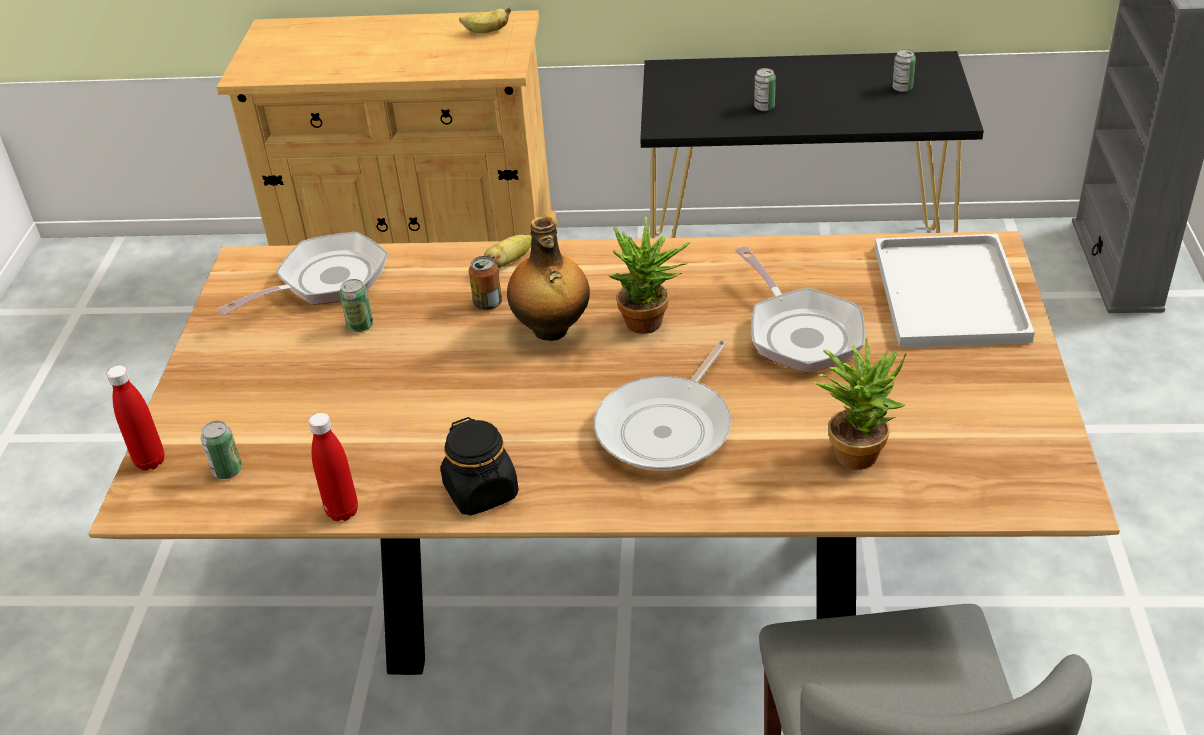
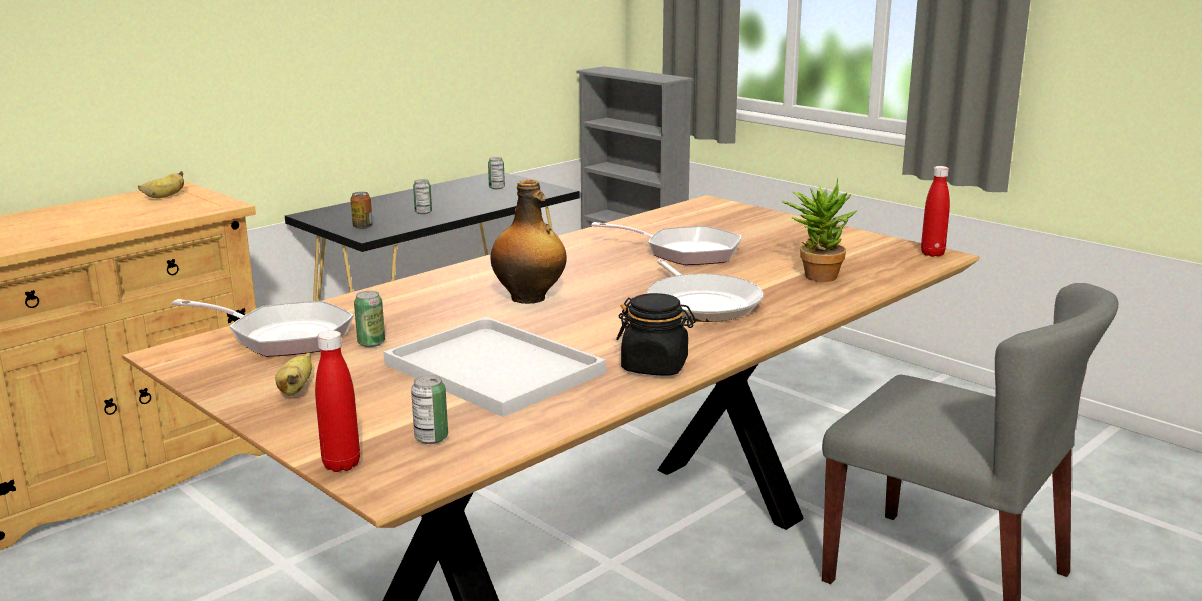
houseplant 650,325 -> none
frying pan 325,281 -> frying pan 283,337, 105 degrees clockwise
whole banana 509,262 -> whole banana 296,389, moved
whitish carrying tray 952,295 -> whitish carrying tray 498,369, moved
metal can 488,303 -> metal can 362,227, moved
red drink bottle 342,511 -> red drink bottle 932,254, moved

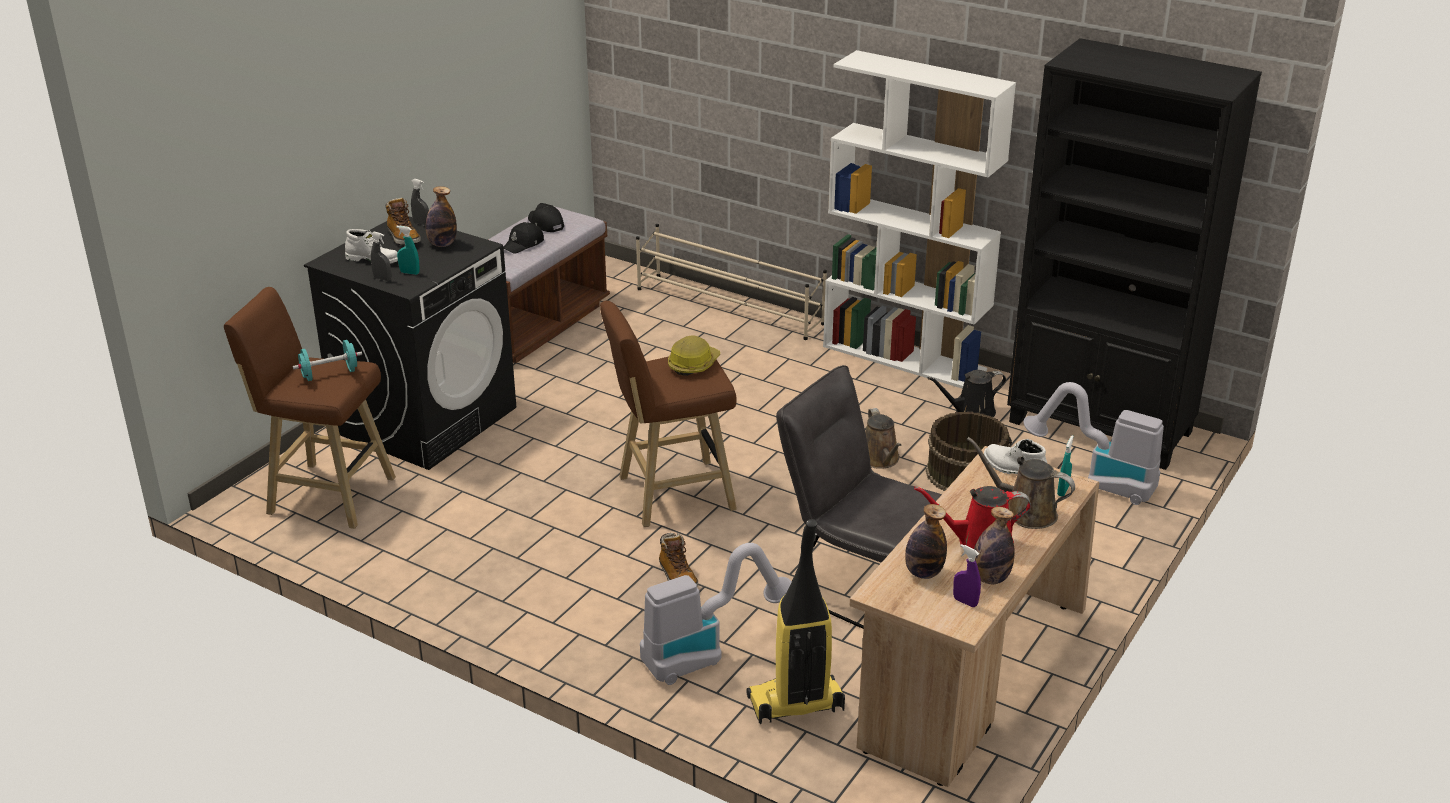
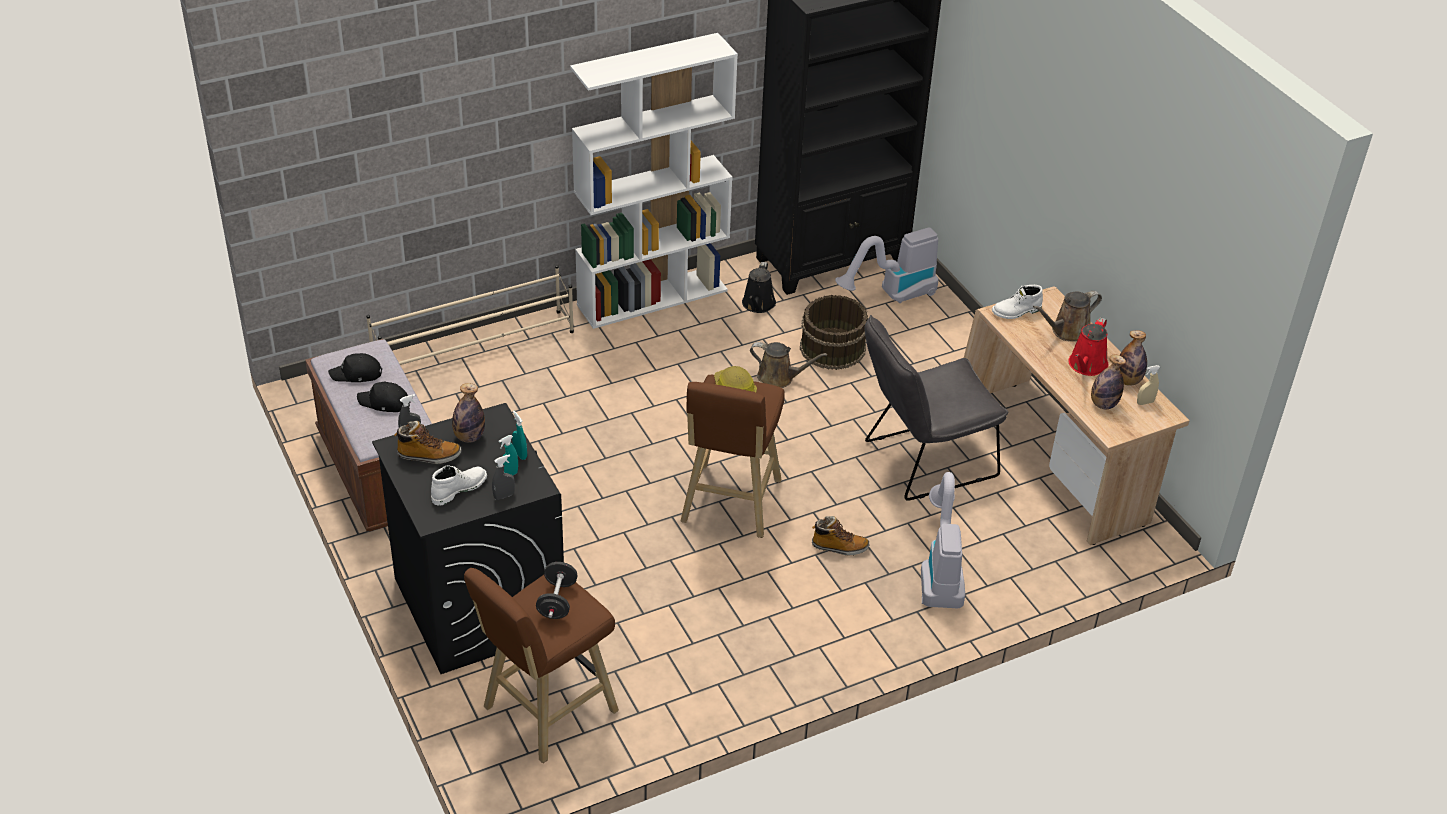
black baseball cap 523,244 -> black baseball cap 384,402, 120 degrees clockwise
turquoise dumbbell 329,374 -> black dumbbell 557,601
turquoise hand sprayer 1063,491 -> turquoise hand sprayer 520,454, moved
vacuum cleaner 795,705 -> none
purple hand sprayer 965,602 -> beige hand sprayer 1145,402

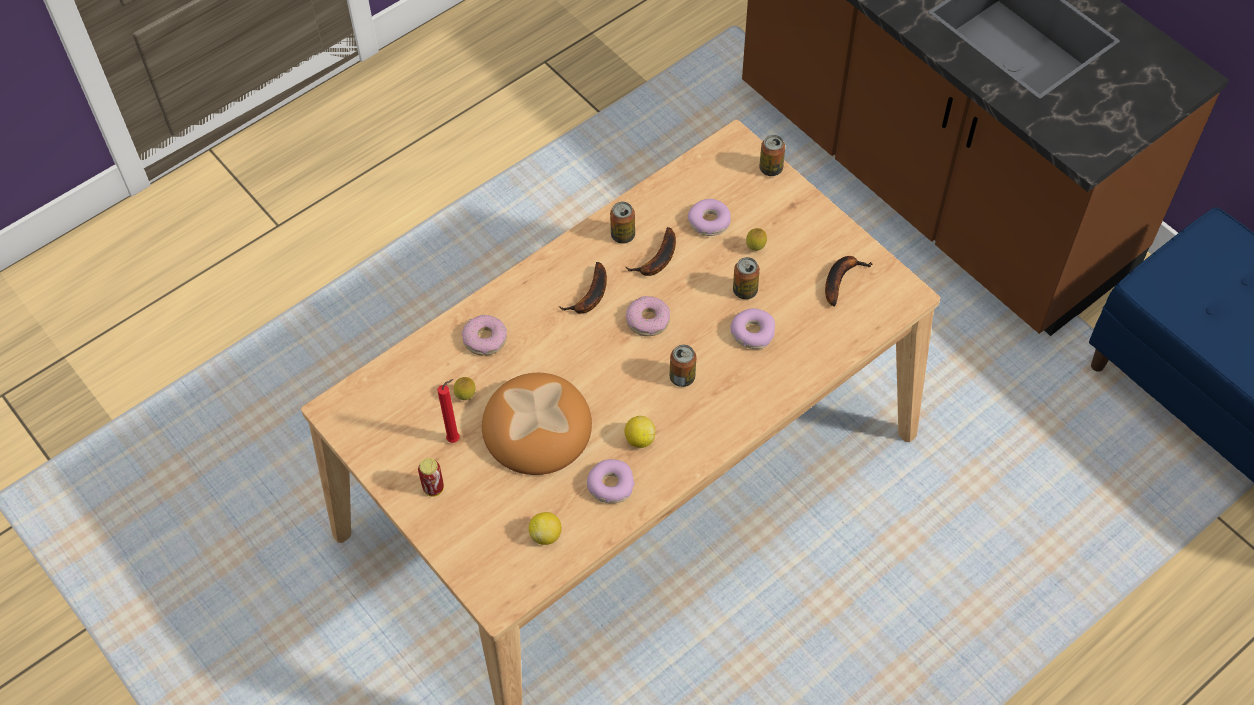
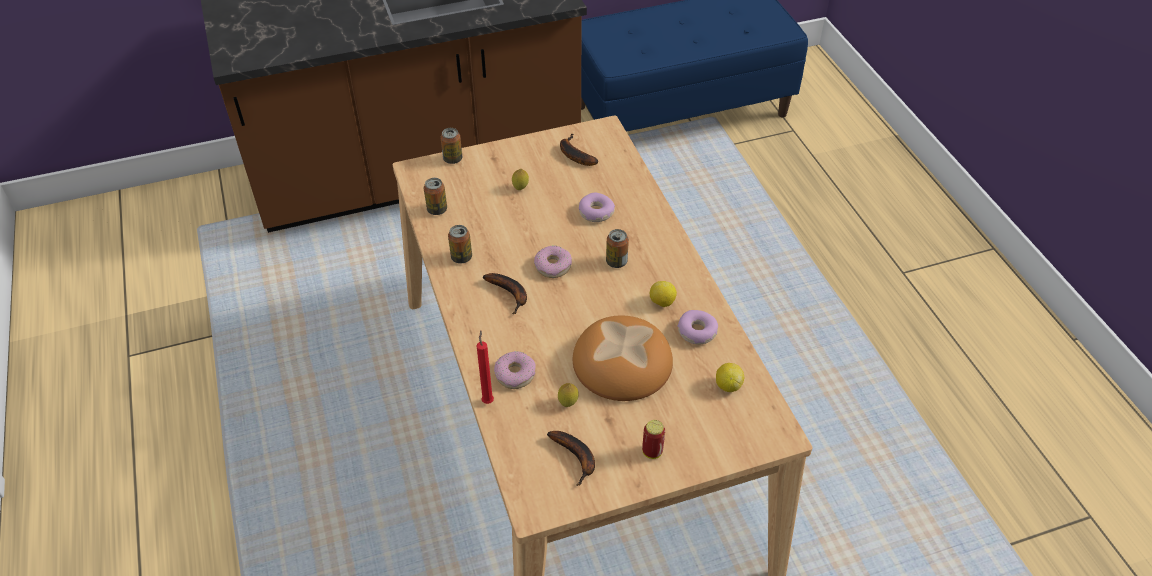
doughnut 709,222 -> none
whole banana 657,260 -> whole banana 576,458, moved
metal can 745,290 -> metal can 437,209, moved
red wax light 455,439 -> red wax light 488,400, moved

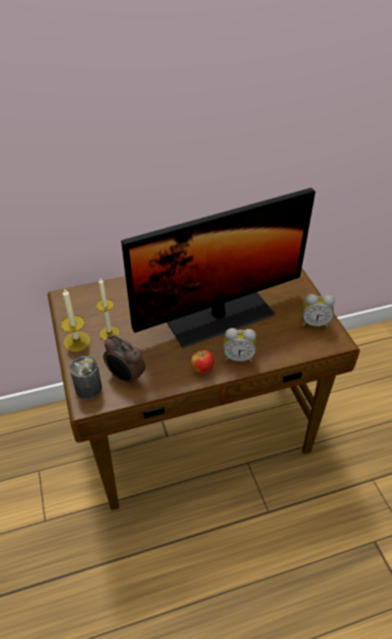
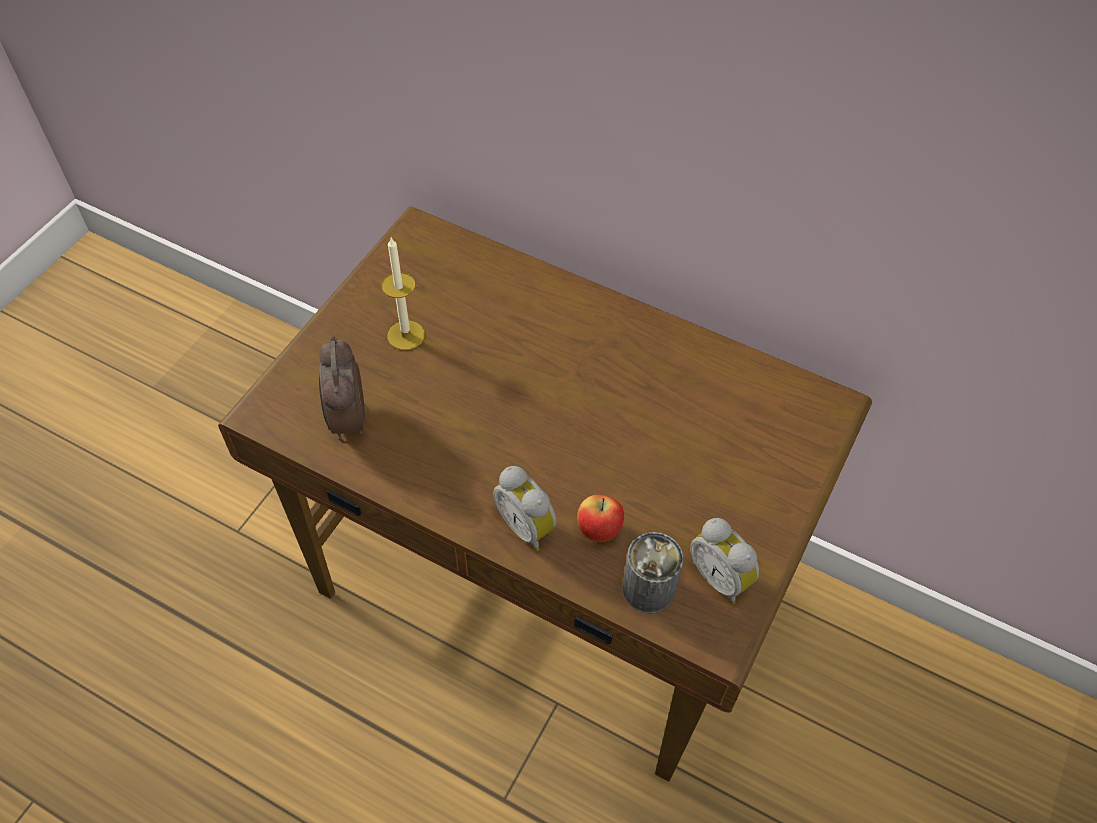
computer display 219,316 -> none
wax light 77,341 -> none
apple fruit 202,370 -> apple fruit 599,531, moved
metal can 88,388 -> metal can 648,589, moved

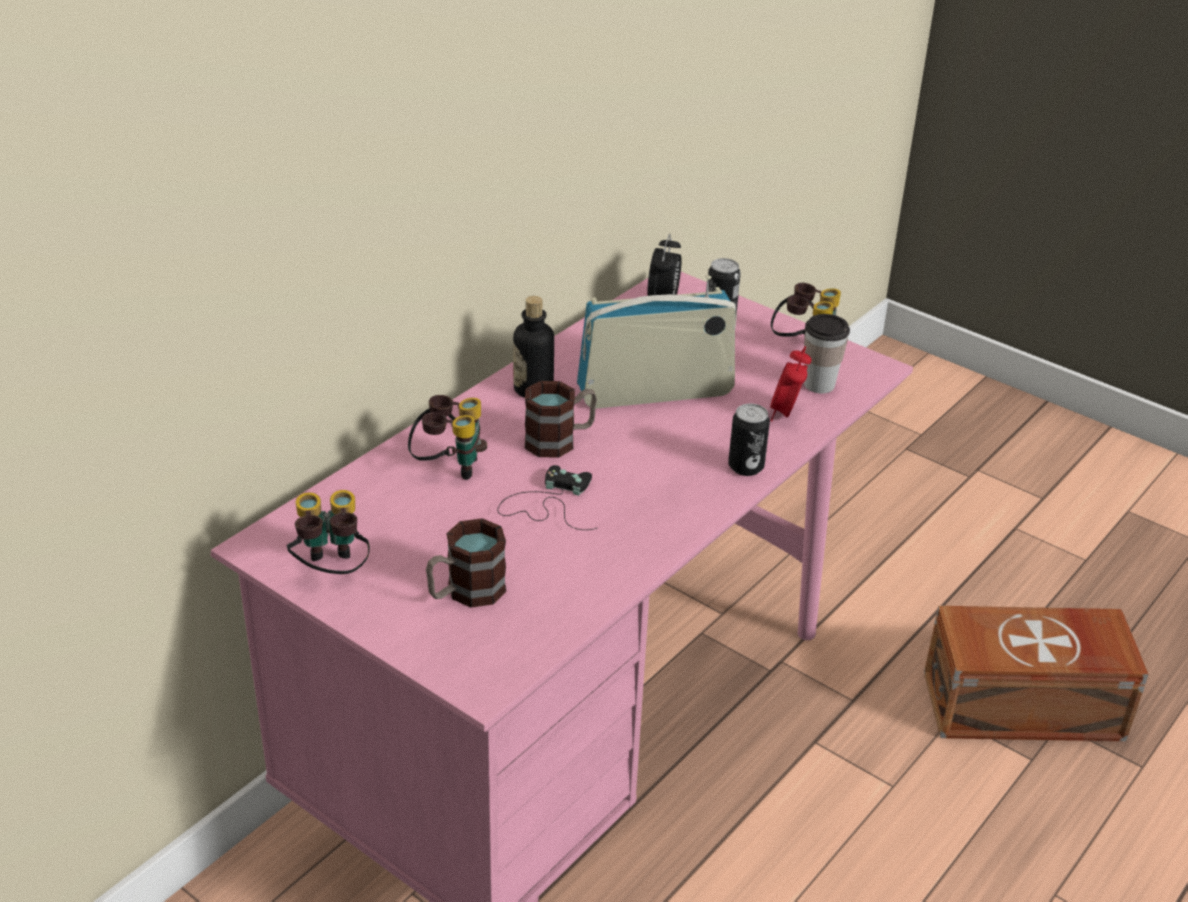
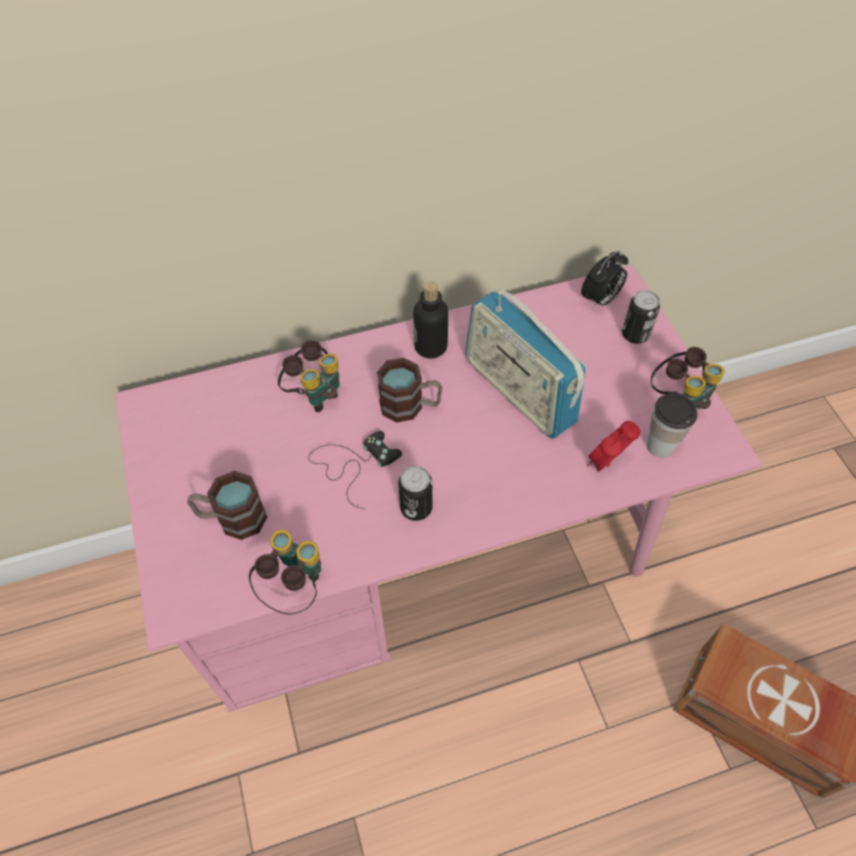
radio 655,392 -> radio 518,391, 150 degrees counterclockwise
metal can 746,466 -> metal can 416,508, moved
pair of binoculars 331,572 -> pair of binoculars 294,588, moved

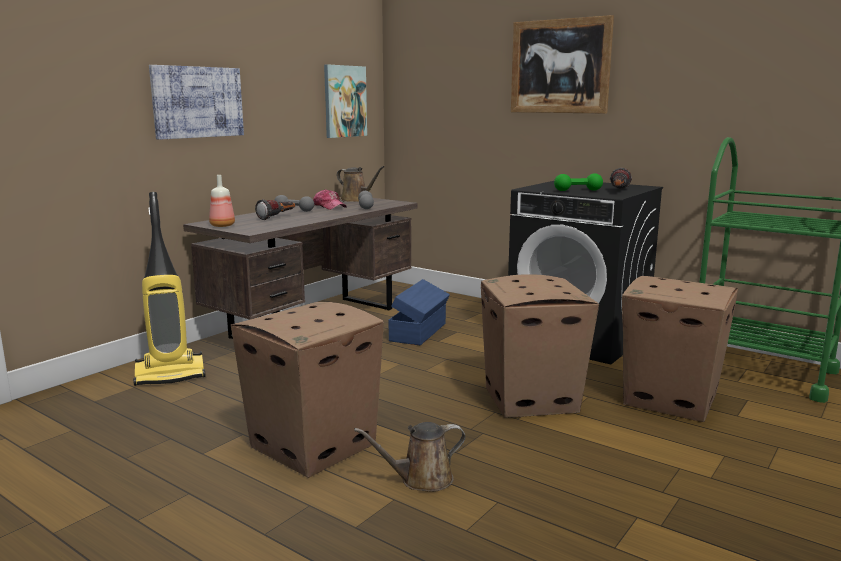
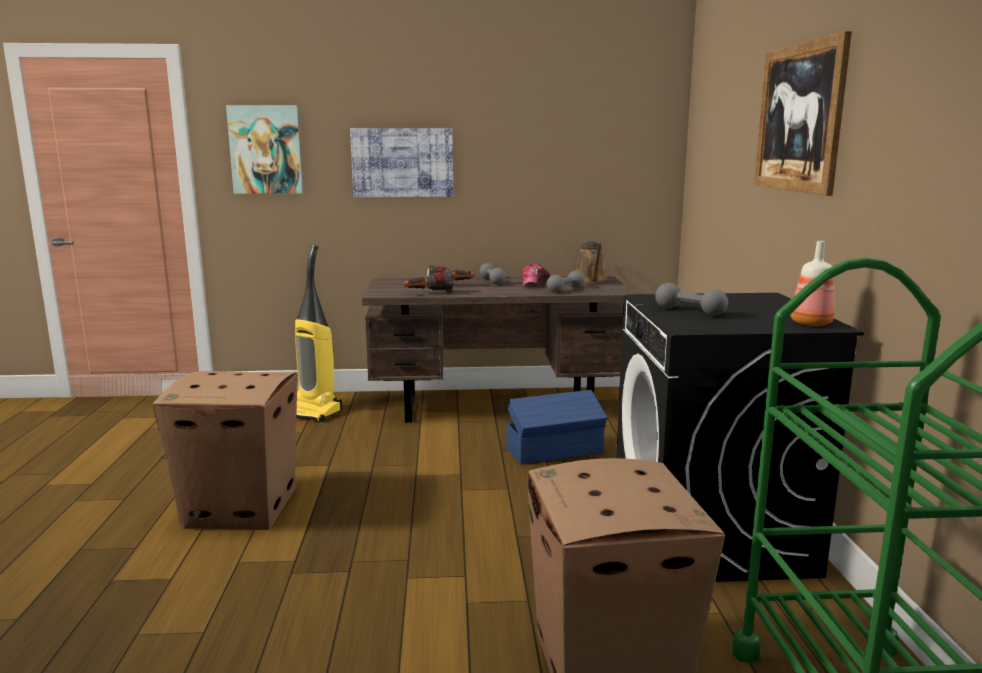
wall picture 344,101 -> wall picture 266,150, moved
hand torch 618,191 -> hand torch 428,293, moved
green dumbbell 578,190 -> greyish dumbbell 689,311
drink bottle 222,226 -> drink bottle 810,323, moved
cardboard box 531,399 -> none
brown watering pot 421,479 -> none

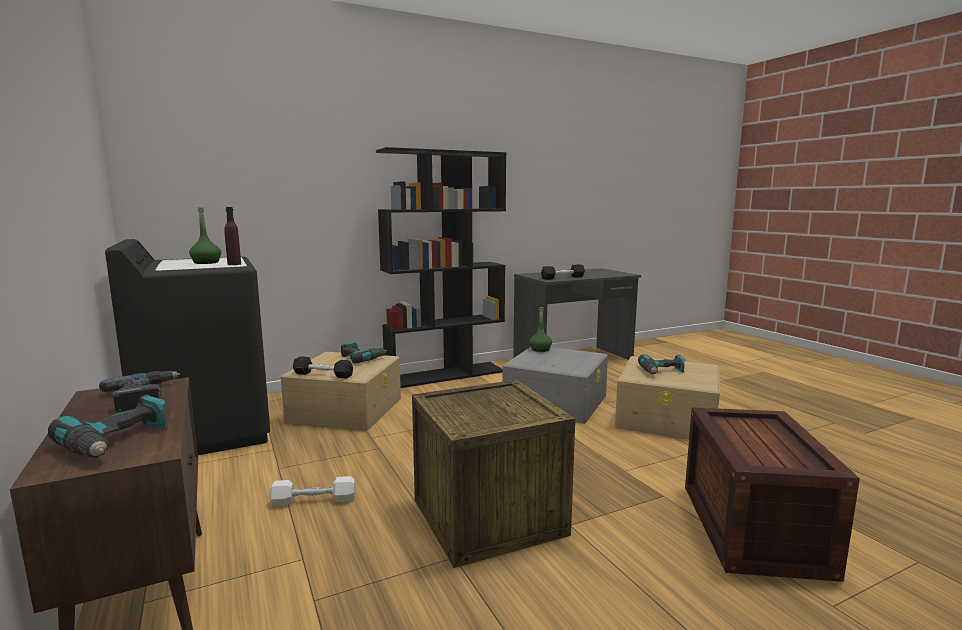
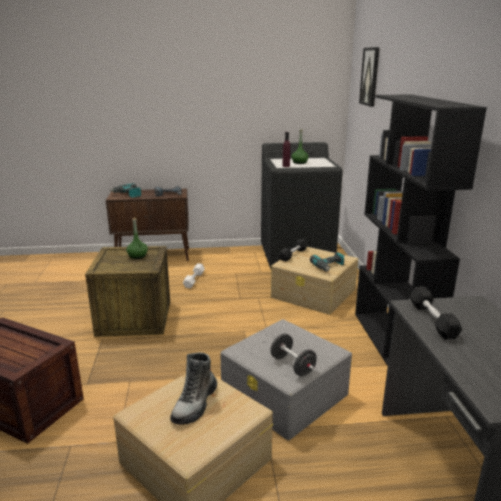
green drink bottle 540,349 -> green drink bottle 137,256, moved
power drill 662,372 -> high-top boot 195,404
none -> wall picture 370,76
none -> black dumbbell 292,365

